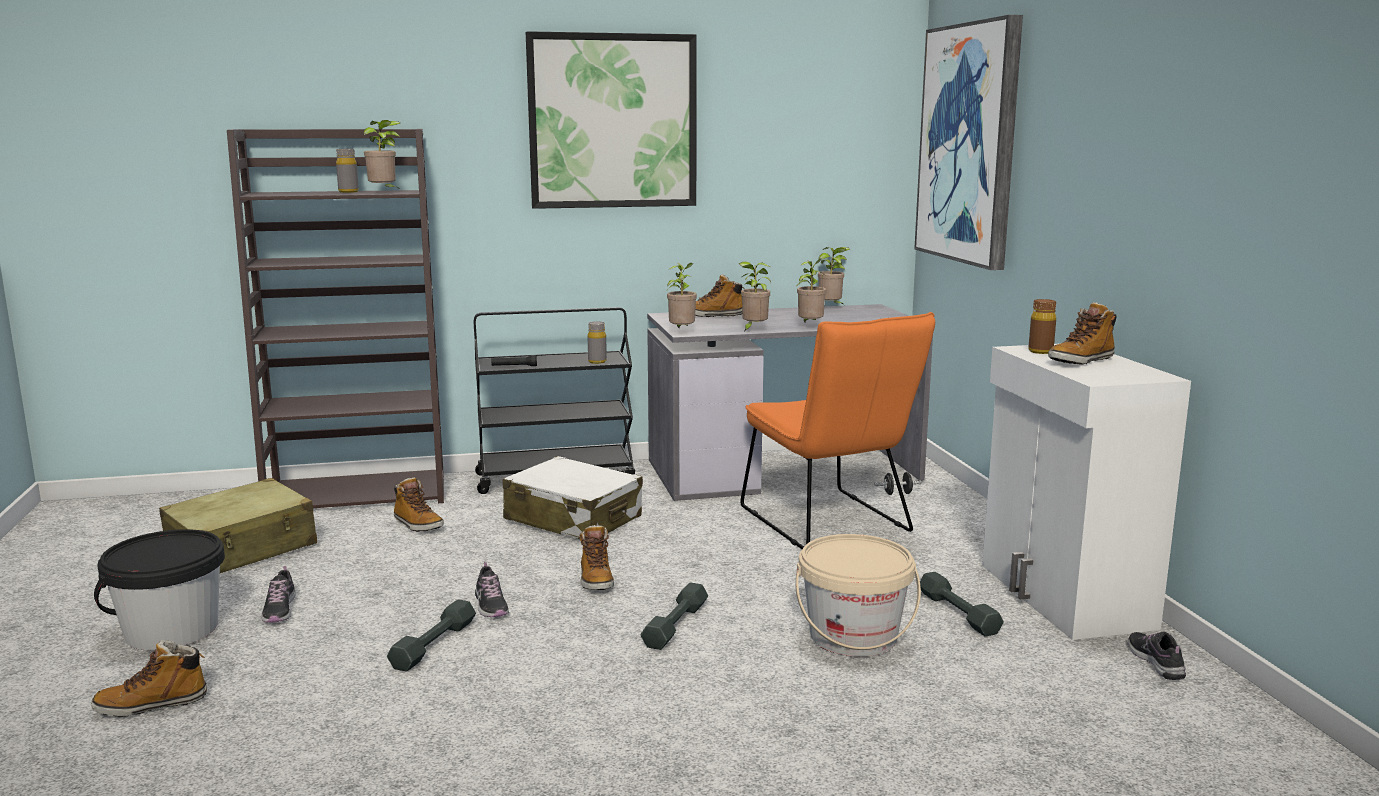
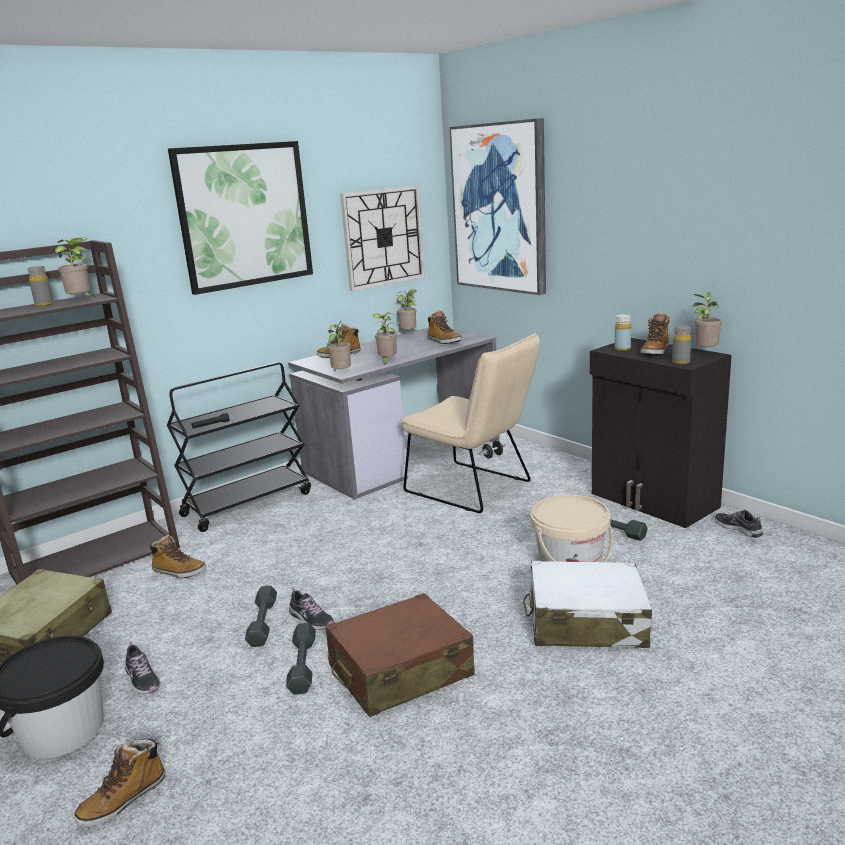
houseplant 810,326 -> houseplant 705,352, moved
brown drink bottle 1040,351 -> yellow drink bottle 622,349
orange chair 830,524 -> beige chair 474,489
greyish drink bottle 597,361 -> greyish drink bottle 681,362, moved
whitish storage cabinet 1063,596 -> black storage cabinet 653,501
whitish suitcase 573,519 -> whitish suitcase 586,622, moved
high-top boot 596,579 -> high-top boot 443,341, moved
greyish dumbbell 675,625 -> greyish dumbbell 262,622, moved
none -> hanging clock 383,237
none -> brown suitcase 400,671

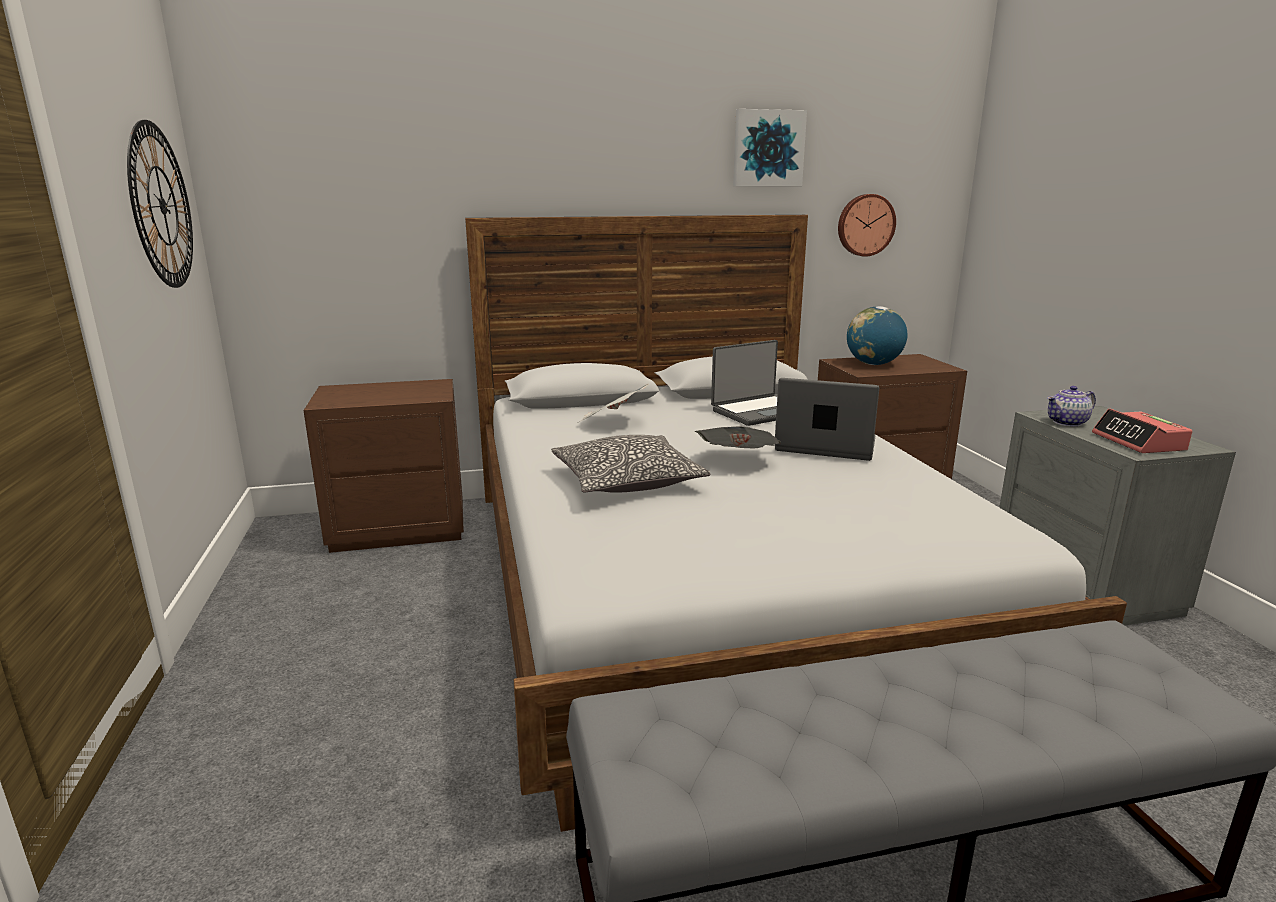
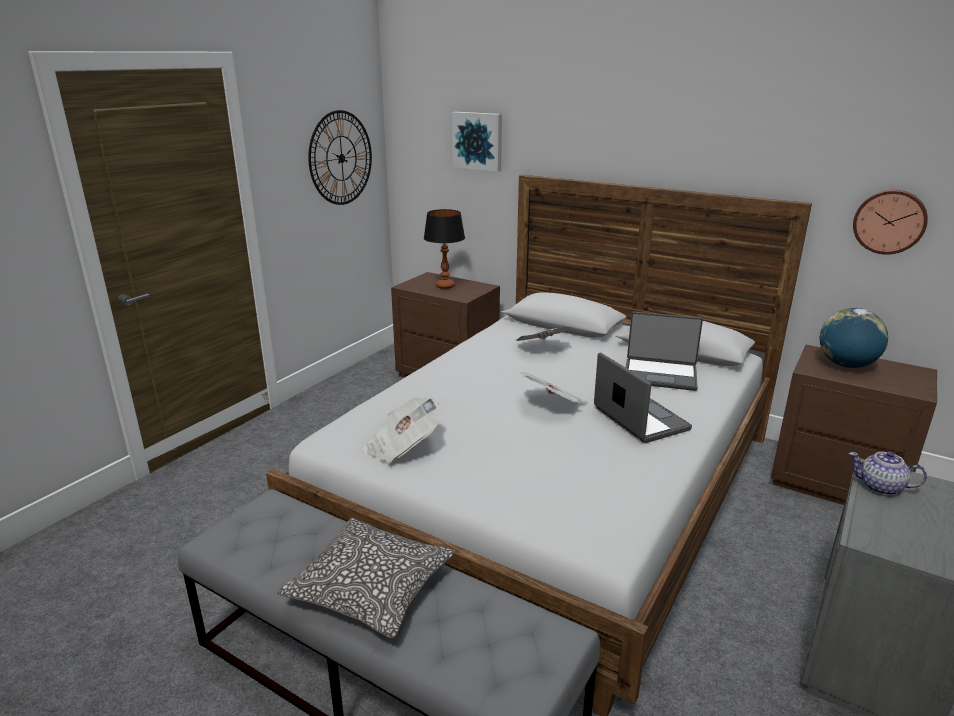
wall picture 768,148 -> wall picture 478,141, moved
bedside clock 1139,442 -> none
throw pillow 627,481 -> throw pillow 371,588, moved
none -> tabletop lamp 445,286
none -> printed paper 401,447

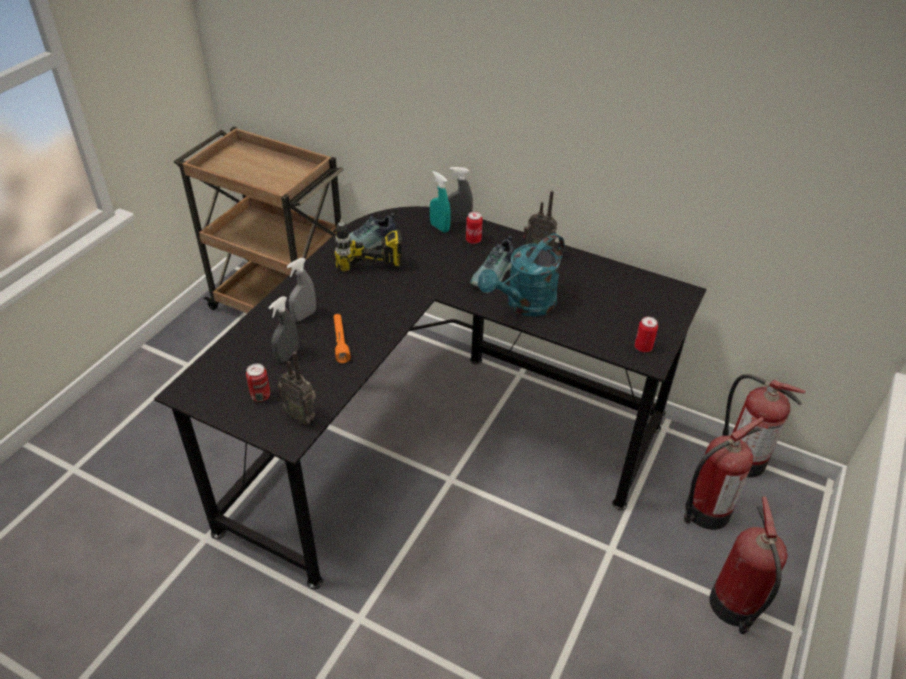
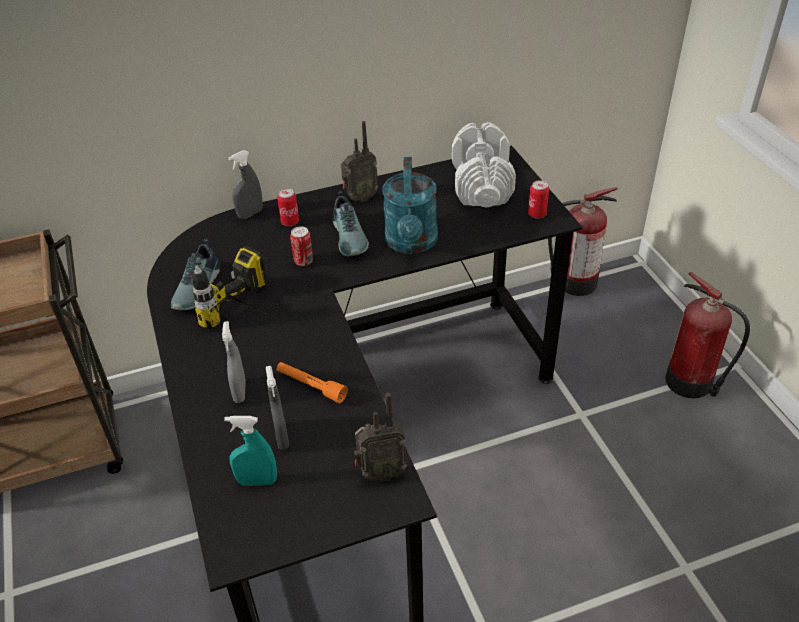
turquoise hand sprayer 439,227 -> turquoise hand sprayer 257,481, moved
metal can 261,396 -> metal can 303,261, moved
extinguisher 705,512 -> none
none -> whitish dumbbell 482,184

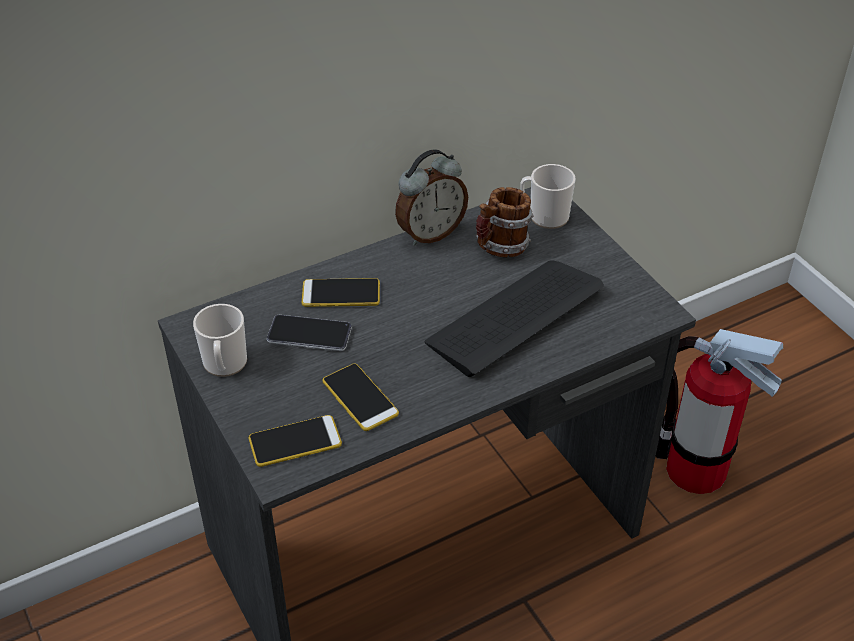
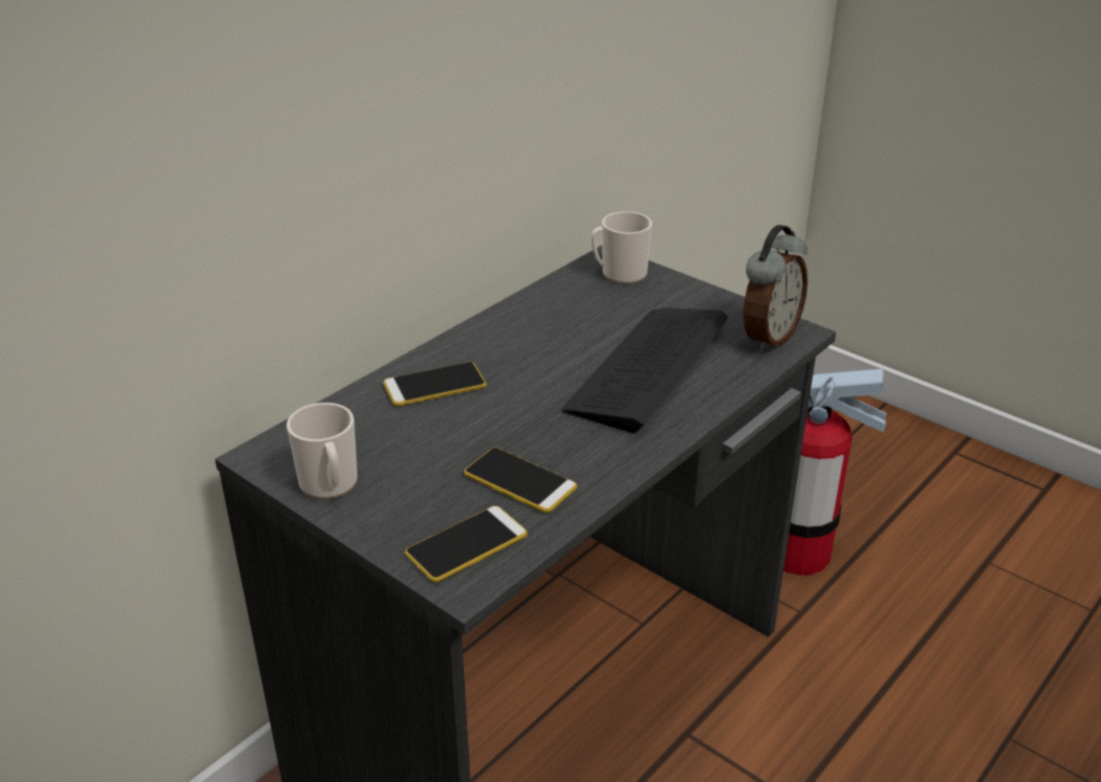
bedside clock 430,233 -> bedside clock 768,337, moved
tea mug 500,248 -> none
handset 309,334 -> none

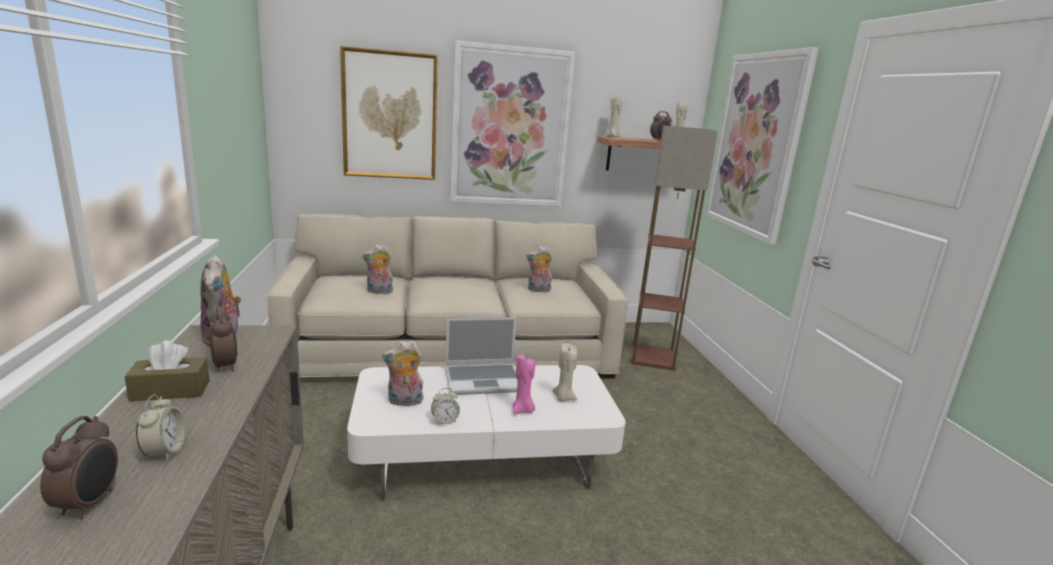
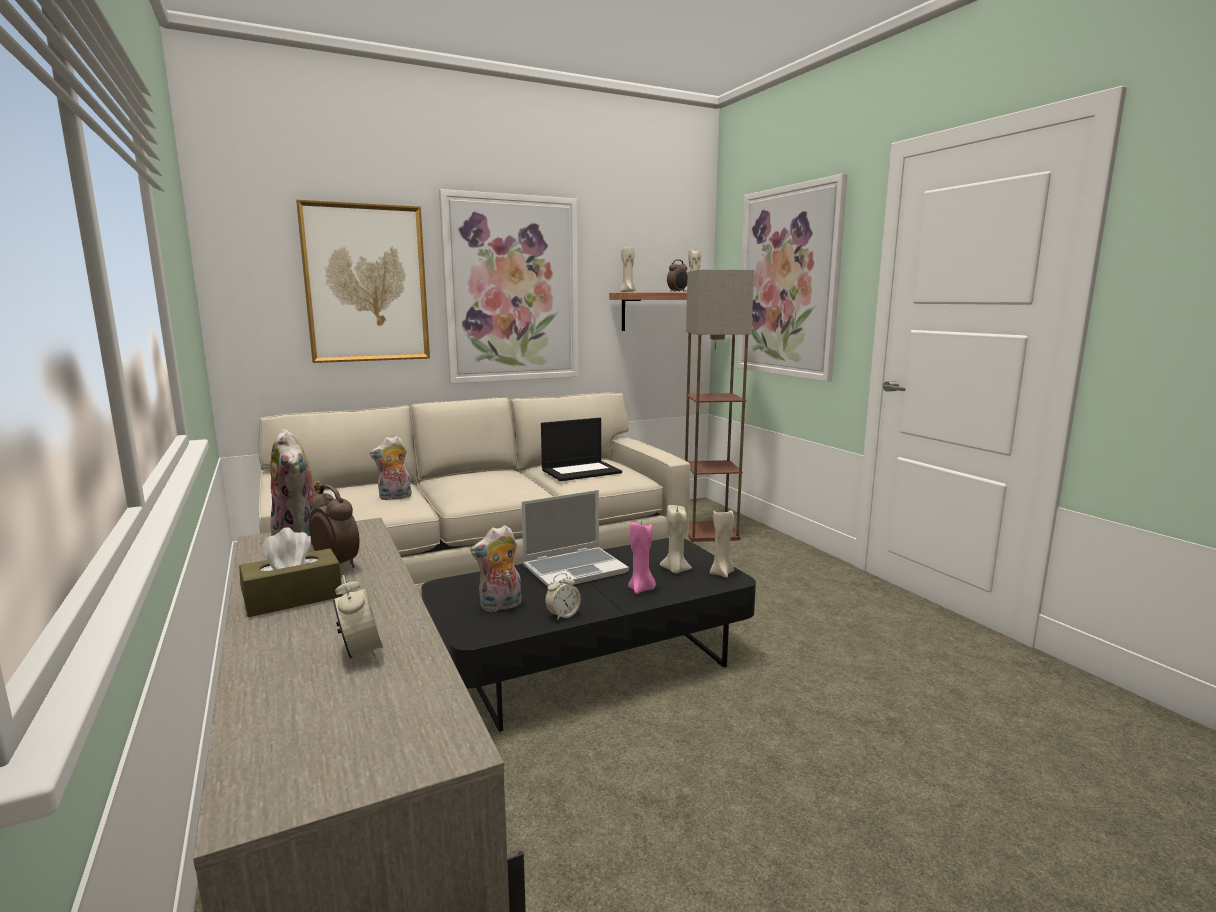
cuddly toy 538,290 -> portable computer 581,471
whitish coffee table 483,456 -> black coffee table 590,661
bedside clock 90,503 -> none
none -> beige wax light 722,573

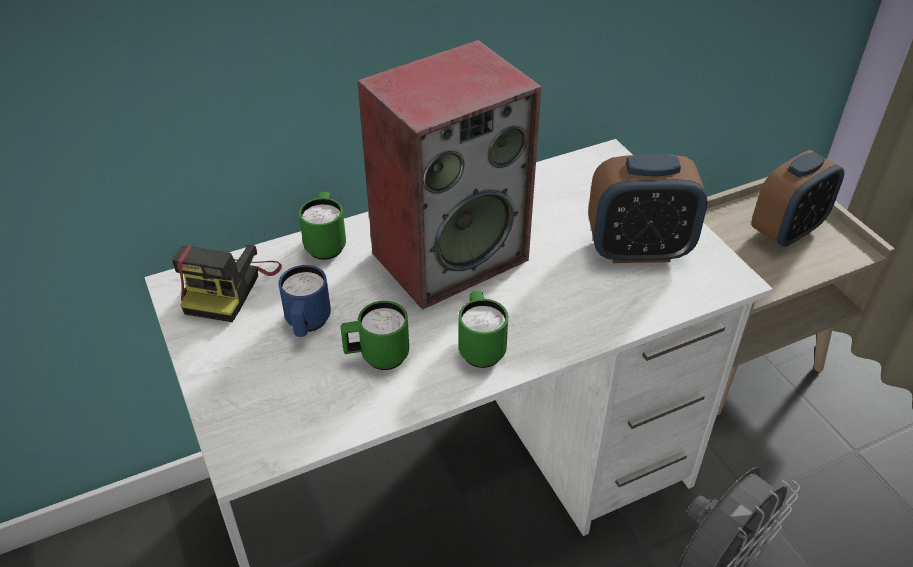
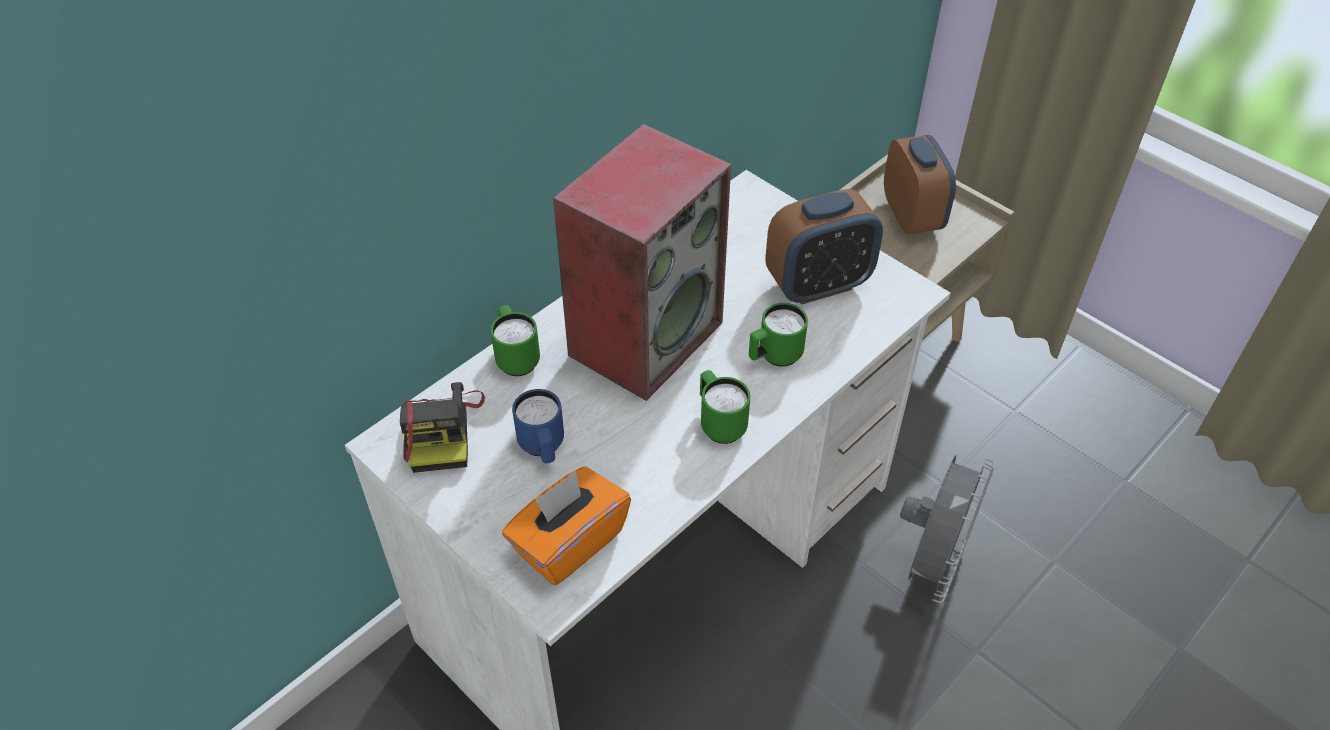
bedside clock 787,231 -> bedside clock 912,216, 45 degrees counterclockwise
green tea mug 377,357 -> green tea mug 774,357, moved
none -> orange tissue box 569,542

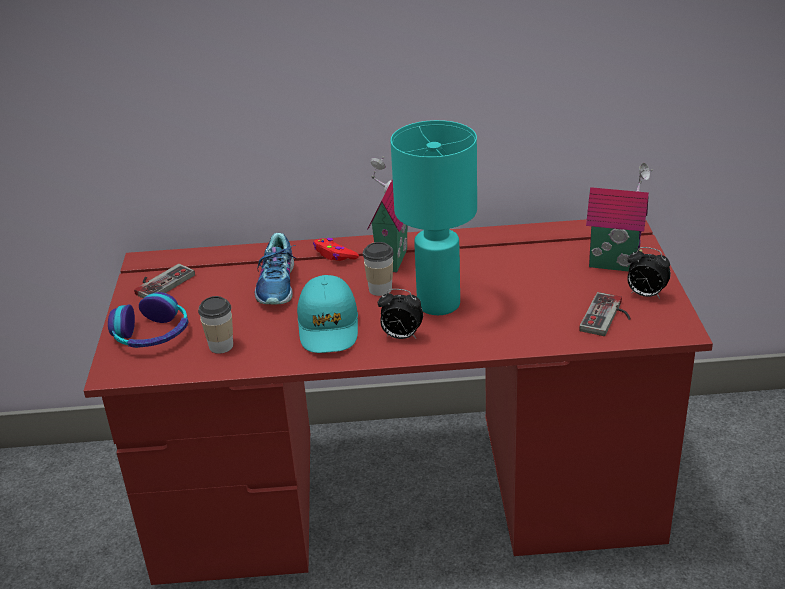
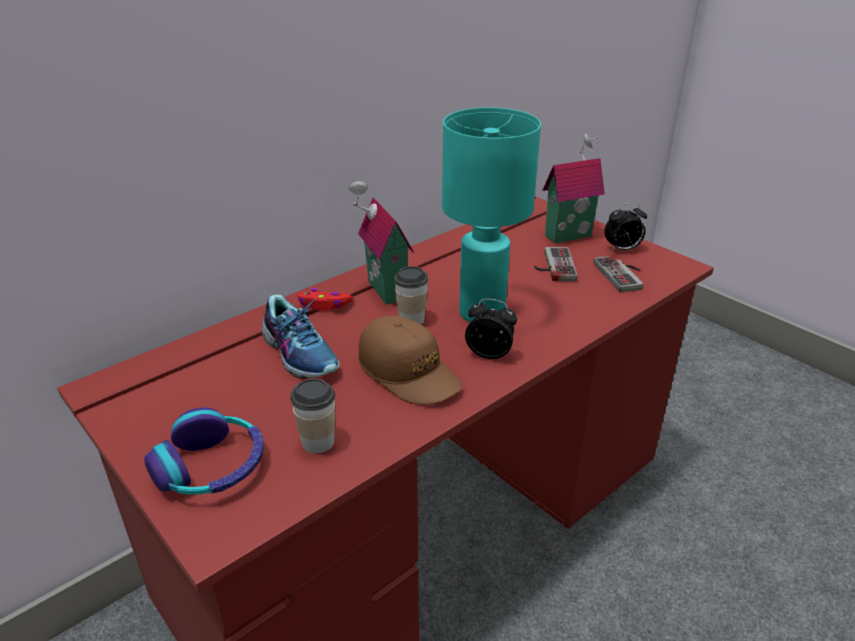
joypad 160,282 -> joypad 552,266, moved
turquoise baseball cap 328,326 -> brown baseball cap 408,372
bedside clock 401,336 -> bedside clock 490,354, 135 degrees counterclockwise

